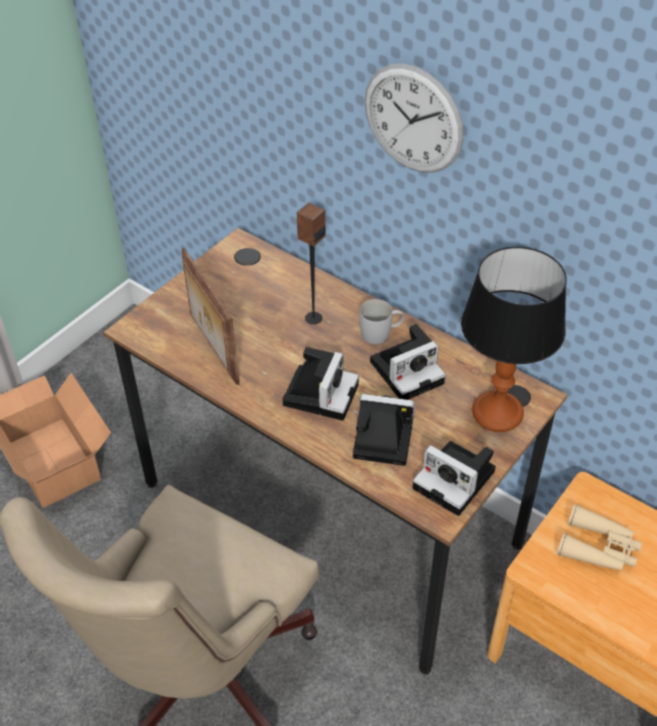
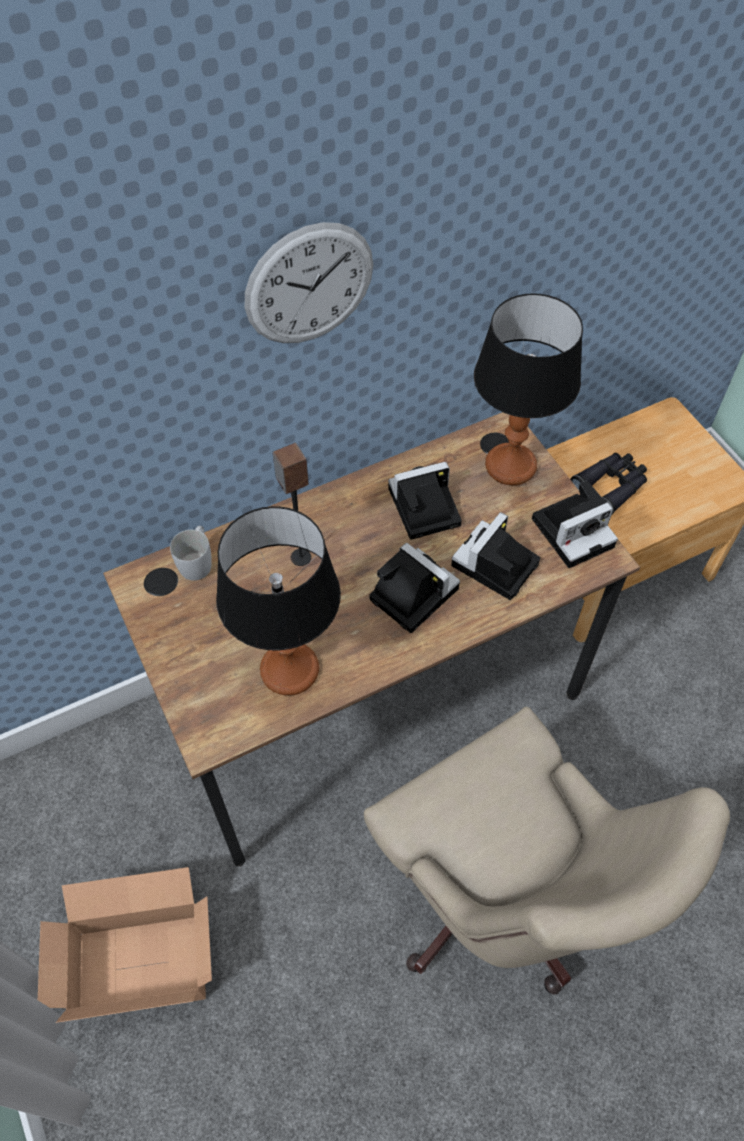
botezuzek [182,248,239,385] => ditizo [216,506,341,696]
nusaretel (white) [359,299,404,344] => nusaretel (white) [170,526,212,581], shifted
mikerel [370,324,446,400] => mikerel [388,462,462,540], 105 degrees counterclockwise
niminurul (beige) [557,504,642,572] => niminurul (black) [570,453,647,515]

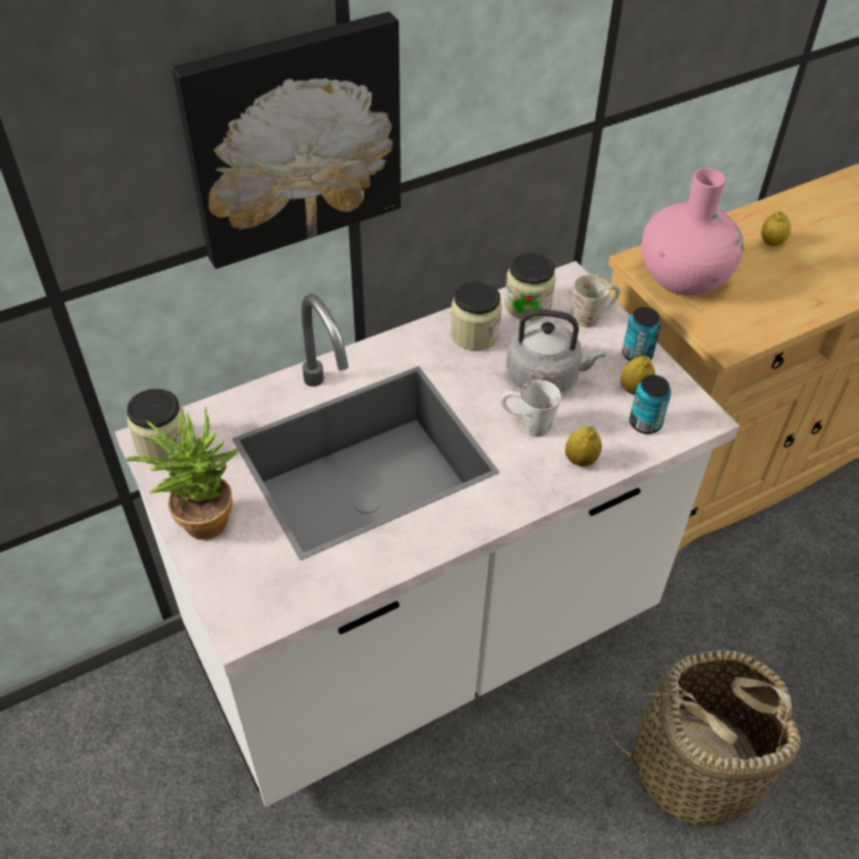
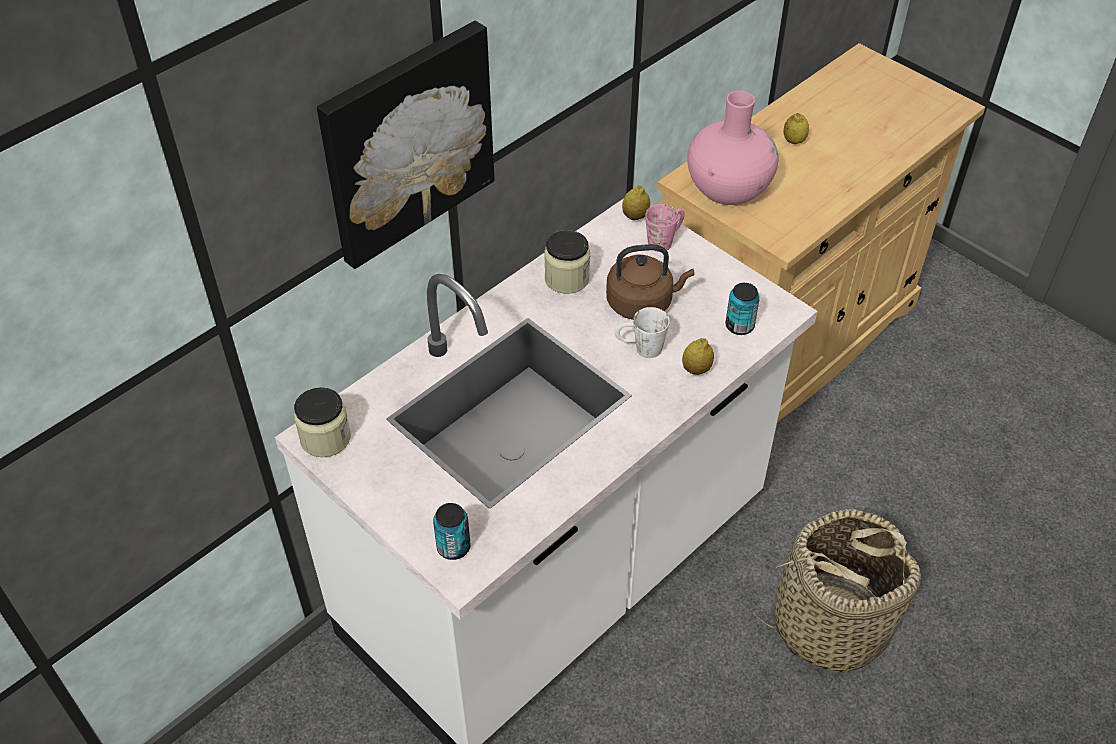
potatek [504,253,556,321] => nothing
nusaretel (white) [573,275,621,328] => nusaretel (pink) [645,204,685,252]
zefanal [622,307,661,361] => zefanal [433,503,471,560], shifted
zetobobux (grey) [507,309,606,392] => zetobobux (brown) [606,244,695,320]
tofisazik [620,355,655,394] => tofisazik [622,186,650,220], shifted
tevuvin [125,407,238,540] => nothing

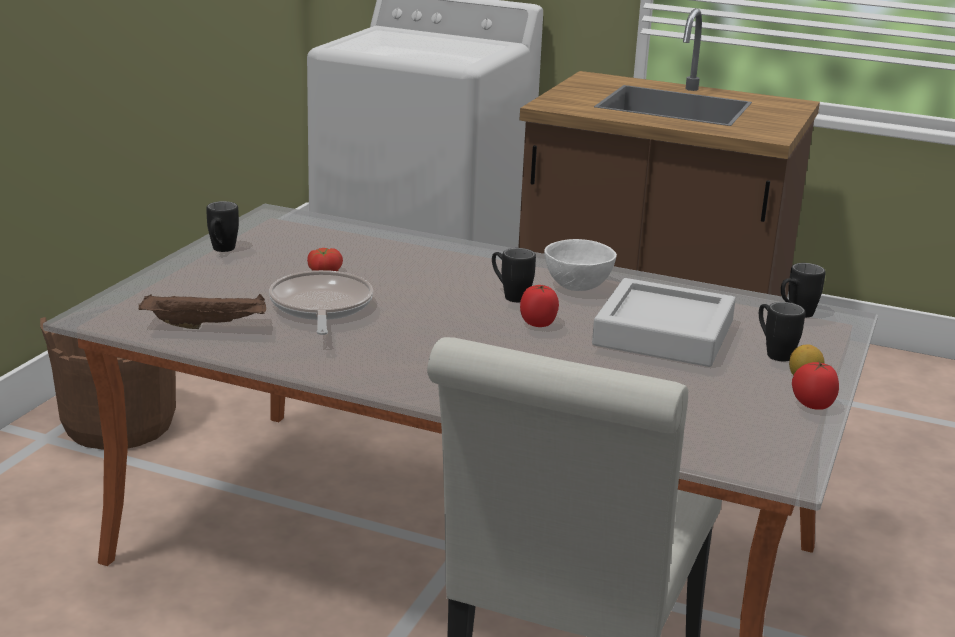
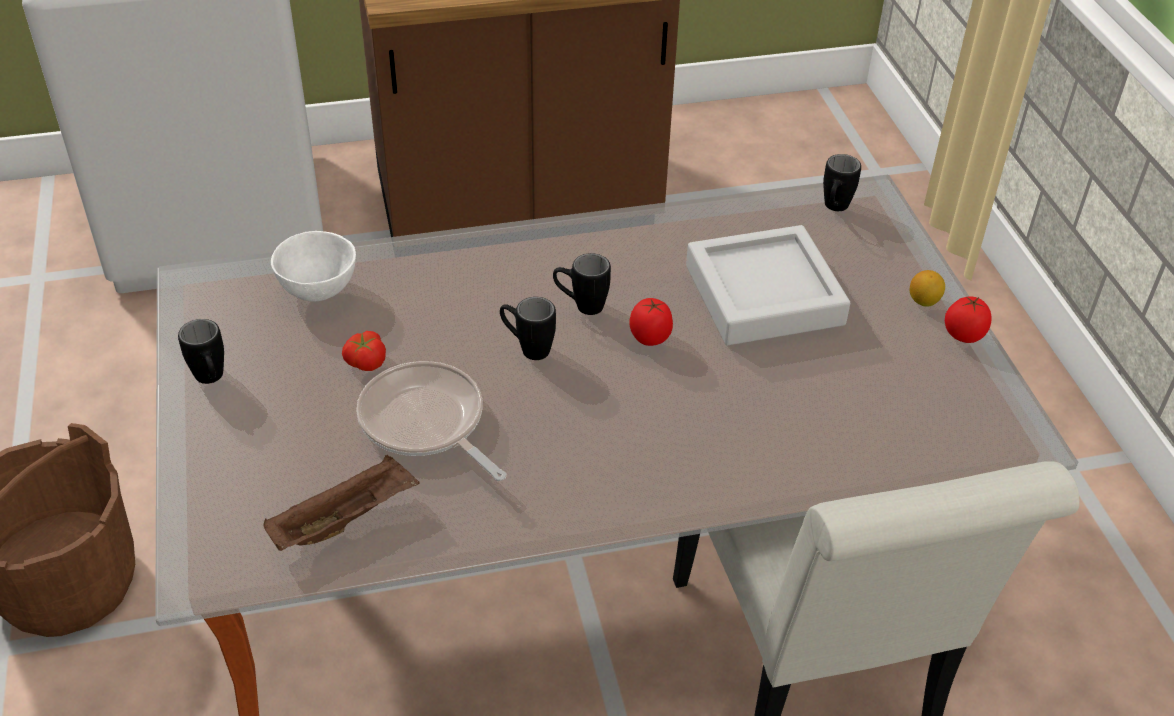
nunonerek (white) [544,239,617,291] => nunonerek (white) [271,231,356,302], shifted
nusaretel (black) [759,302,805,361] => nusaretel (black) [500,297,556,360], shifted

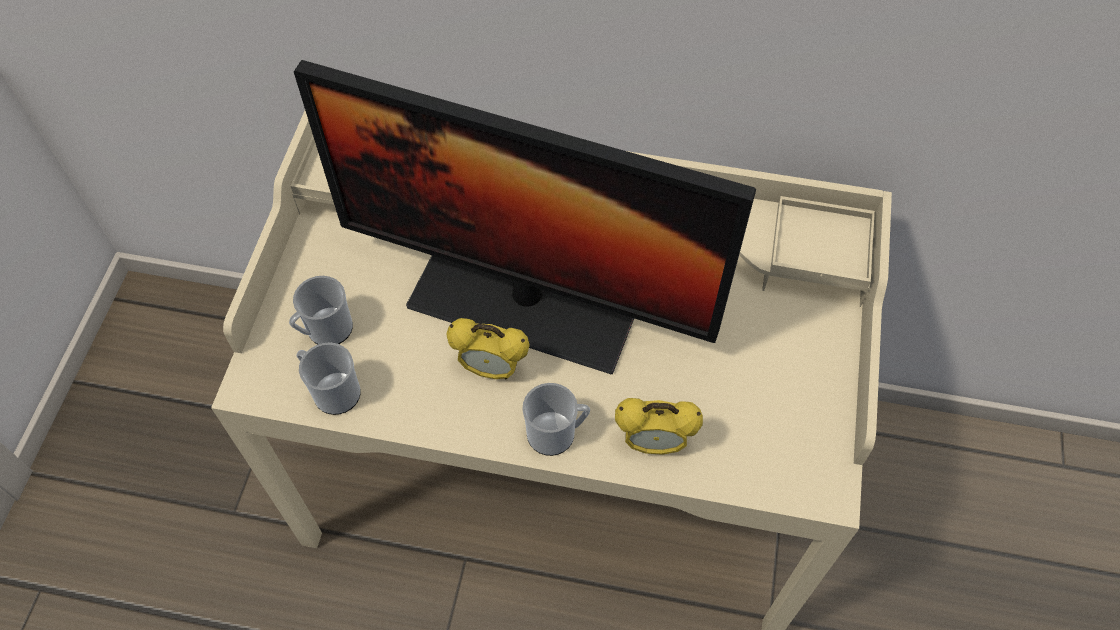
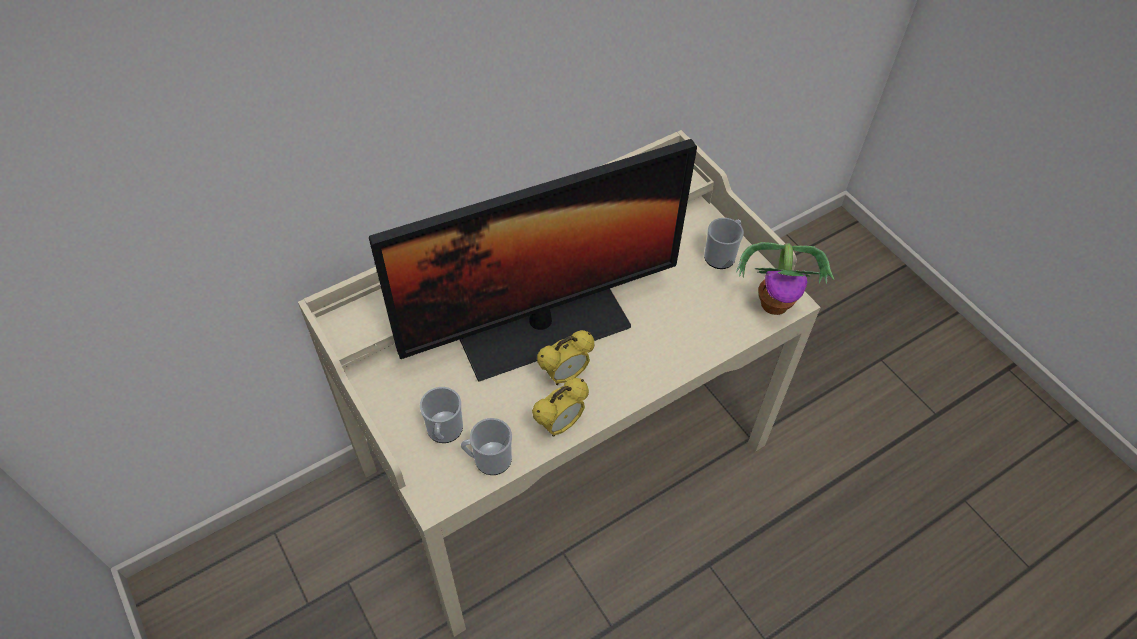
nusaretel [522,383,590,456] => nusaretel [704,218,744,269], shifted
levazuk [615,398,703,455] => levazuk [532,378,589,437], shifted
nothing => tevuvin [736,242,834,315]

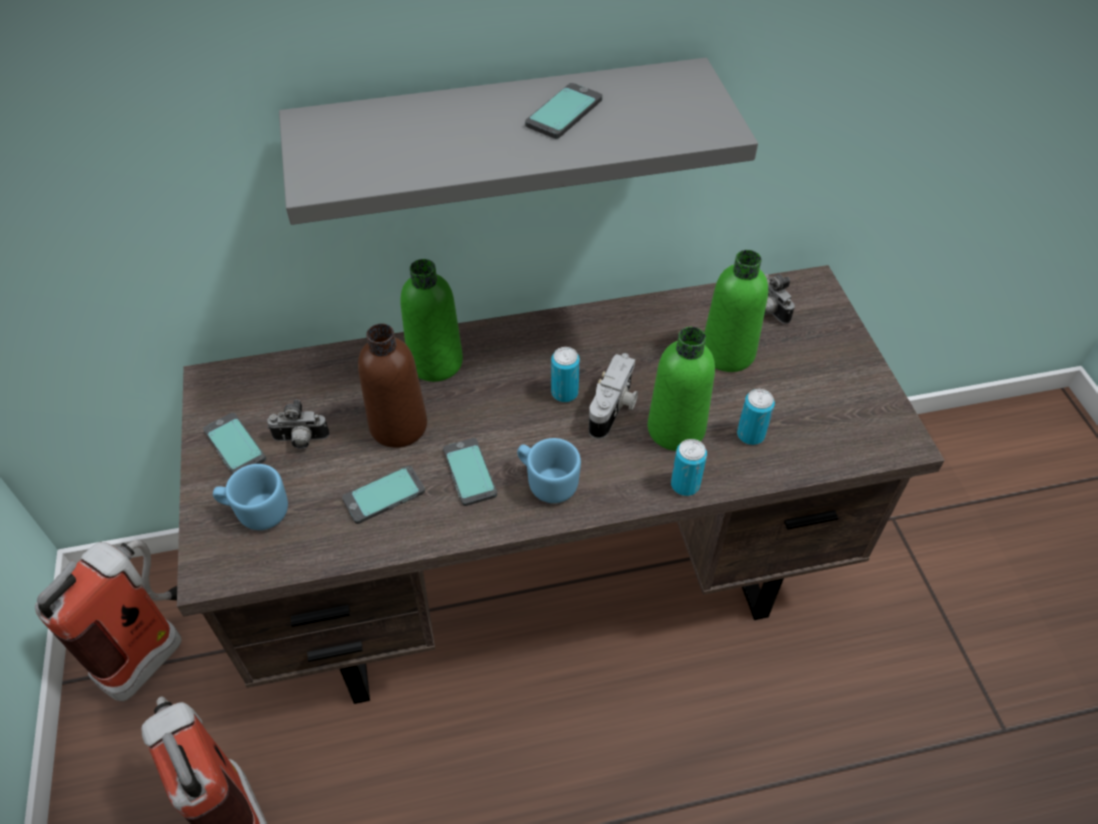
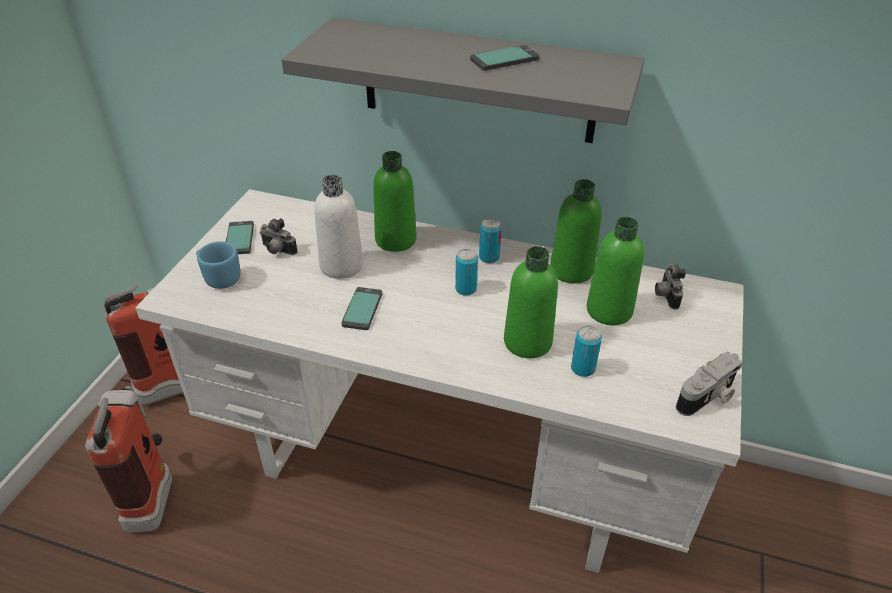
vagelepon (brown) [177,265,945,704] => vagelepon (white) [135,189,744,573]
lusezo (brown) [358,323,427,448] => lusezo (white) [314,175,363,279]
mikerel [588,353,638,439] => mikerel [676,352,743,416], shifted
nusaretel (blue) [517,438,581,503] => nothing
zefanal [671,439,707,496] => zefanal [479,218,502,263], shifted
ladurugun [342,465,425,524] => nothing
nothing => lusezo (green) [550,179,602,284]

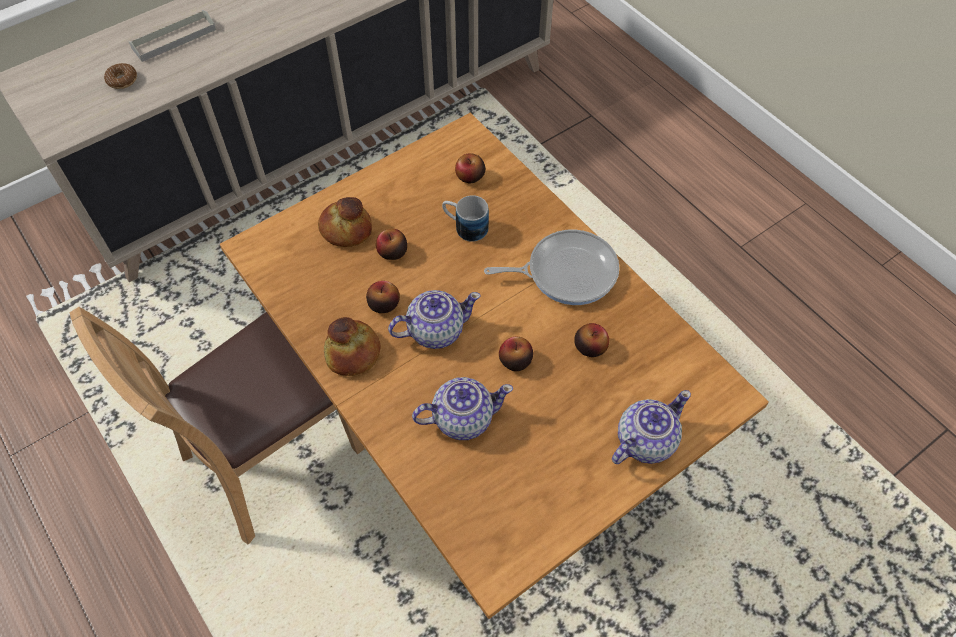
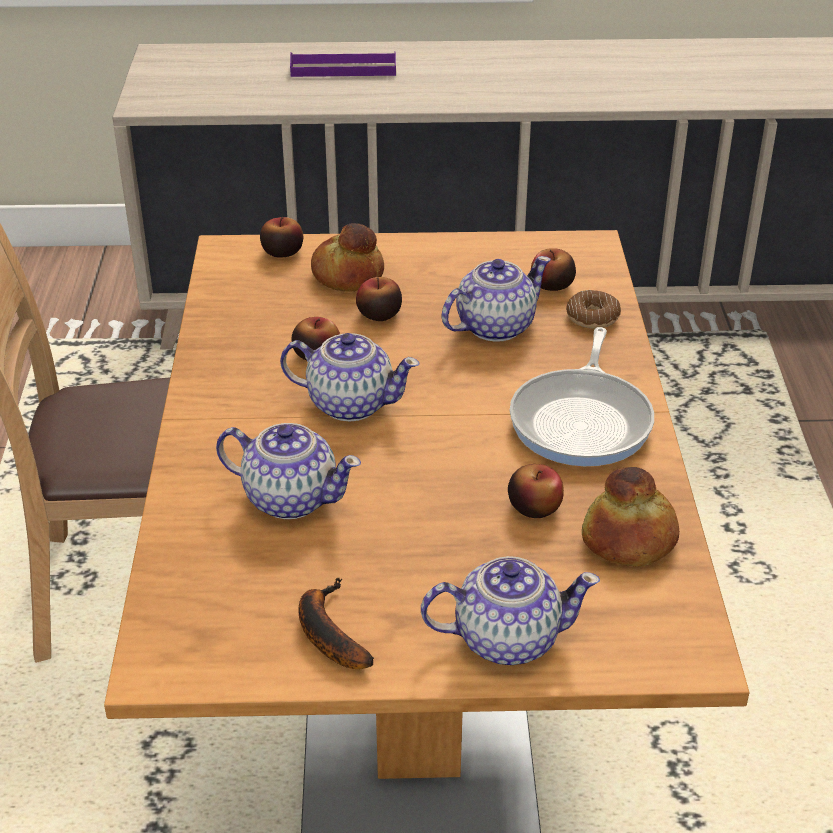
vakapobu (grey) [128,10,216,62] => vakapobu (purple) [290,51,396,77]
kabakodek [104,63,137,89] => kabakodek [566,290,621,329], shifted
nusaretel [442,195,489,242] => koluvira [441,256,551,342]
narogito [484,230,620,305] => narogito [510,327,654,466], 75 degrees clockwise
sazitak [324,317,380,376] => sazitak [582,467,679,567], shifted
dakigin [499,337,533,371] => dakigin [260,217,303,258], shifted
nothing => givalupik [298,577,374,669]

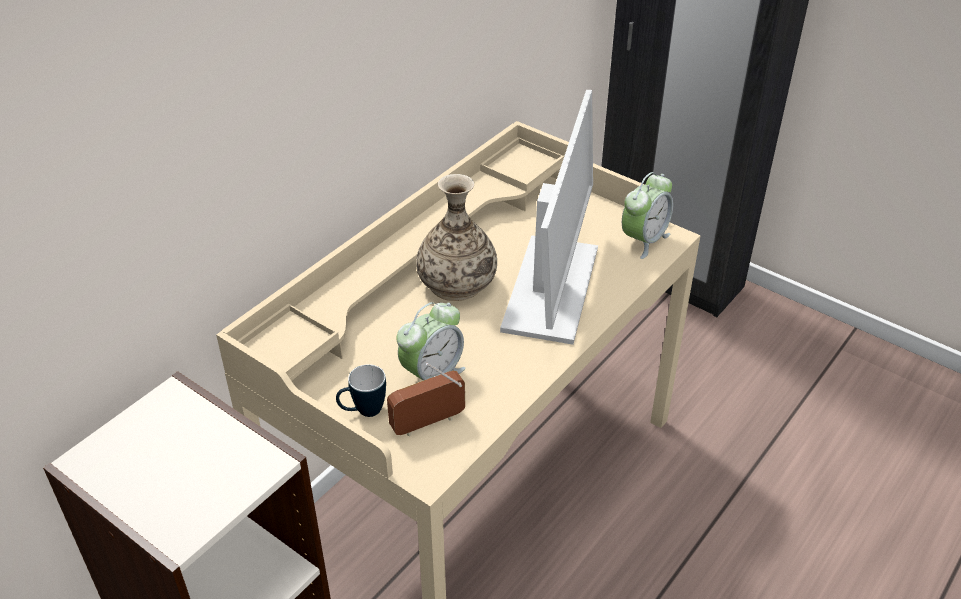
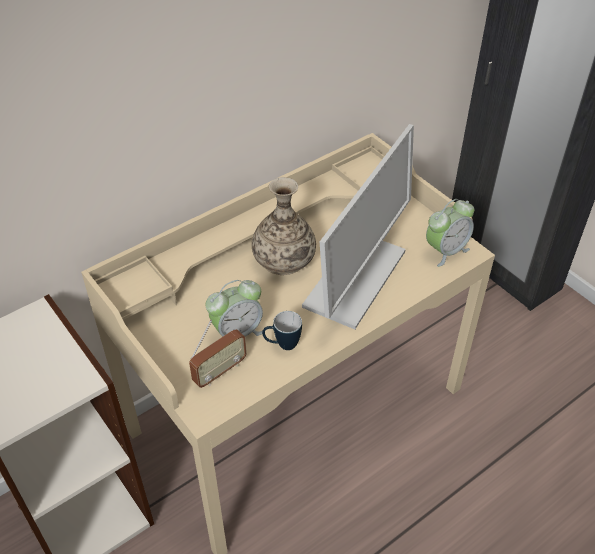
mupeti [387,363,465,437] => mupeti [189,320,247,388], 150 degrees clockwise
nusaretel [336,364,386,417] => nusaretel [262,311,302,350], shifted

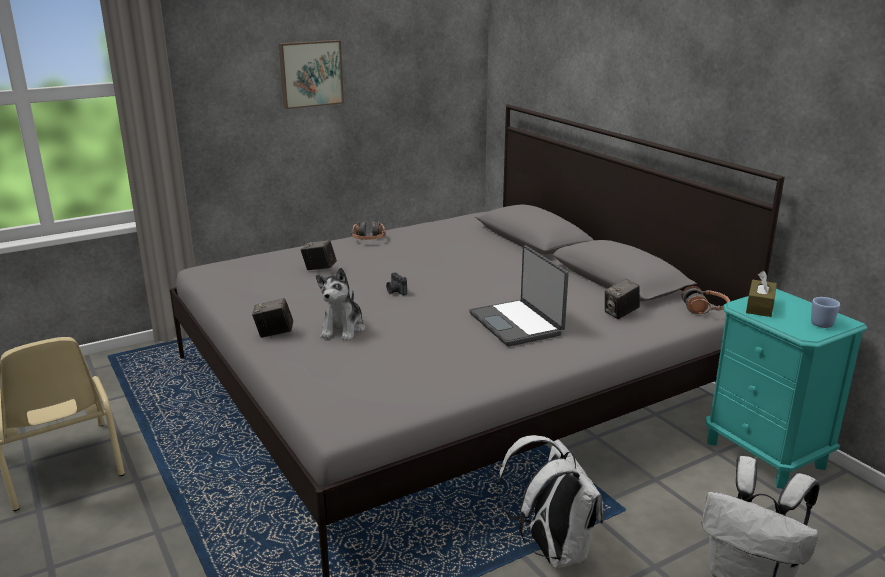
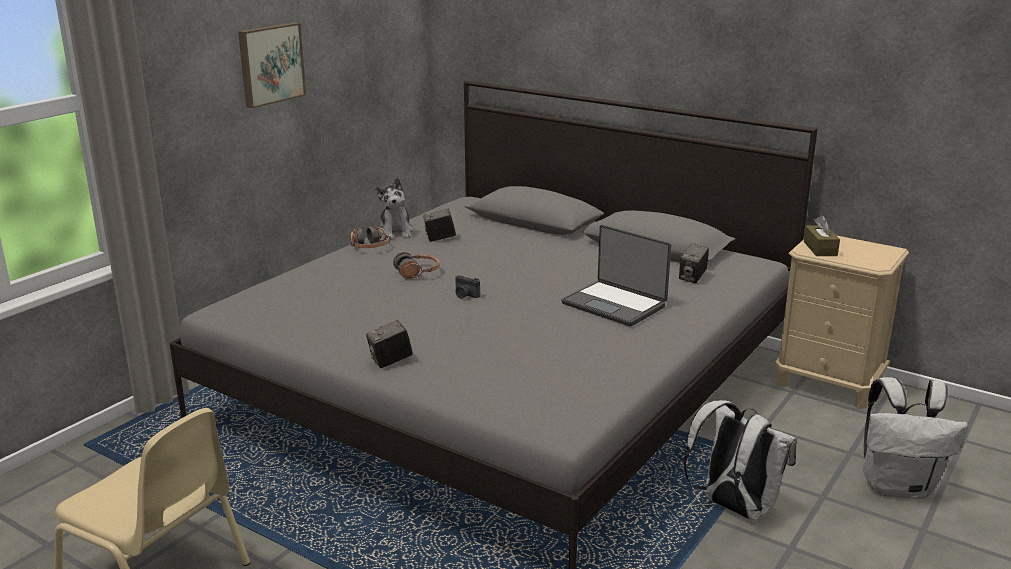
mikerel [301,240,337,270] => mikerel [423,208,456,242], shifted
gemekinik [316,268,365,341] => gemekinik [375,178,414,240], shifted
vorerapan [681,286,730,314] => vorerapan [393,252,439,279], shifted
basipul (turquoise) [705,289,868,489] => basipul (beige) [775,236,909,409]
nusaretel (blue) [811,297,840,328] => nothing

